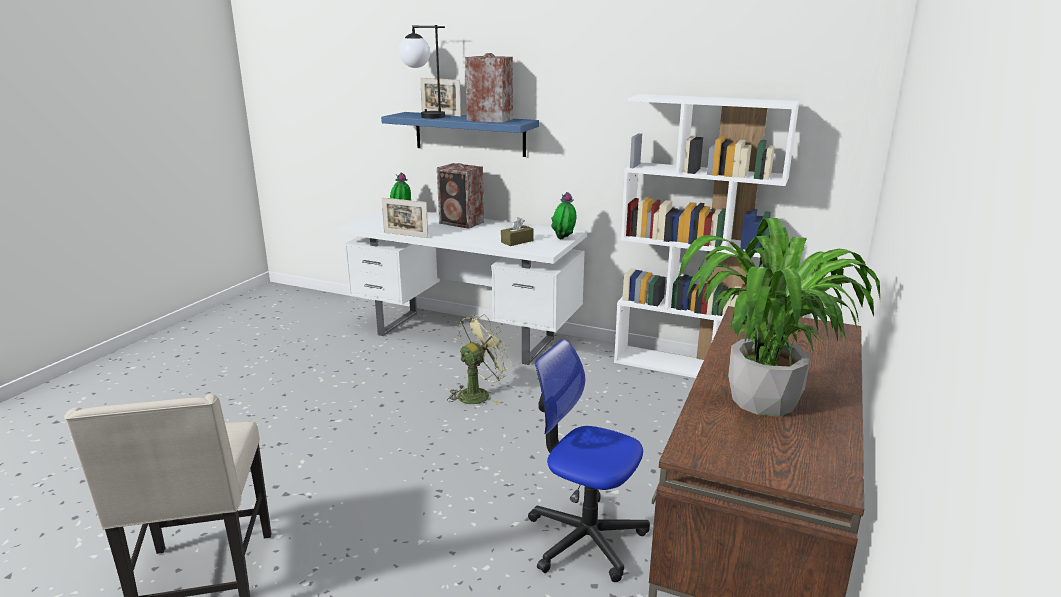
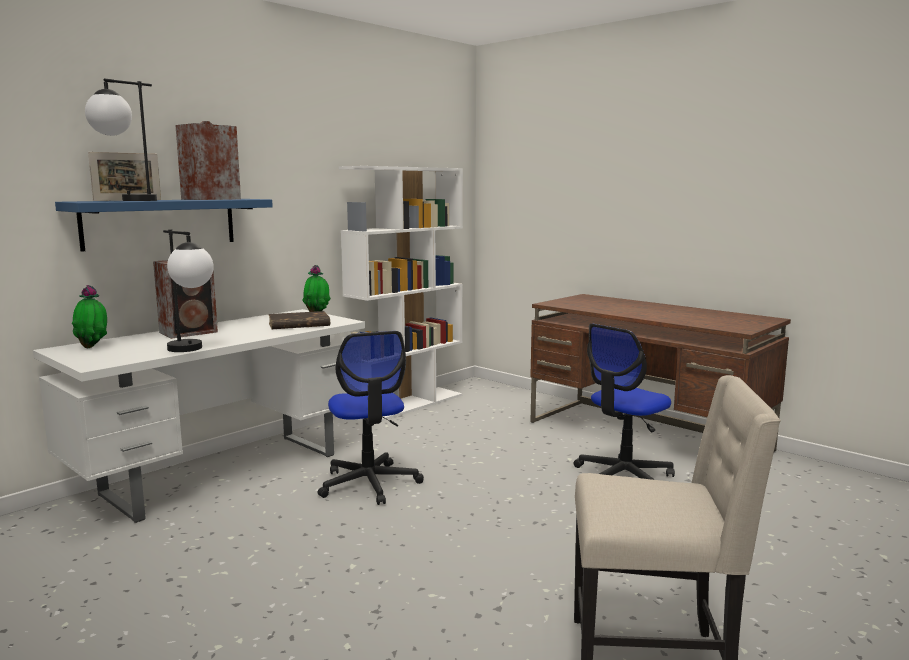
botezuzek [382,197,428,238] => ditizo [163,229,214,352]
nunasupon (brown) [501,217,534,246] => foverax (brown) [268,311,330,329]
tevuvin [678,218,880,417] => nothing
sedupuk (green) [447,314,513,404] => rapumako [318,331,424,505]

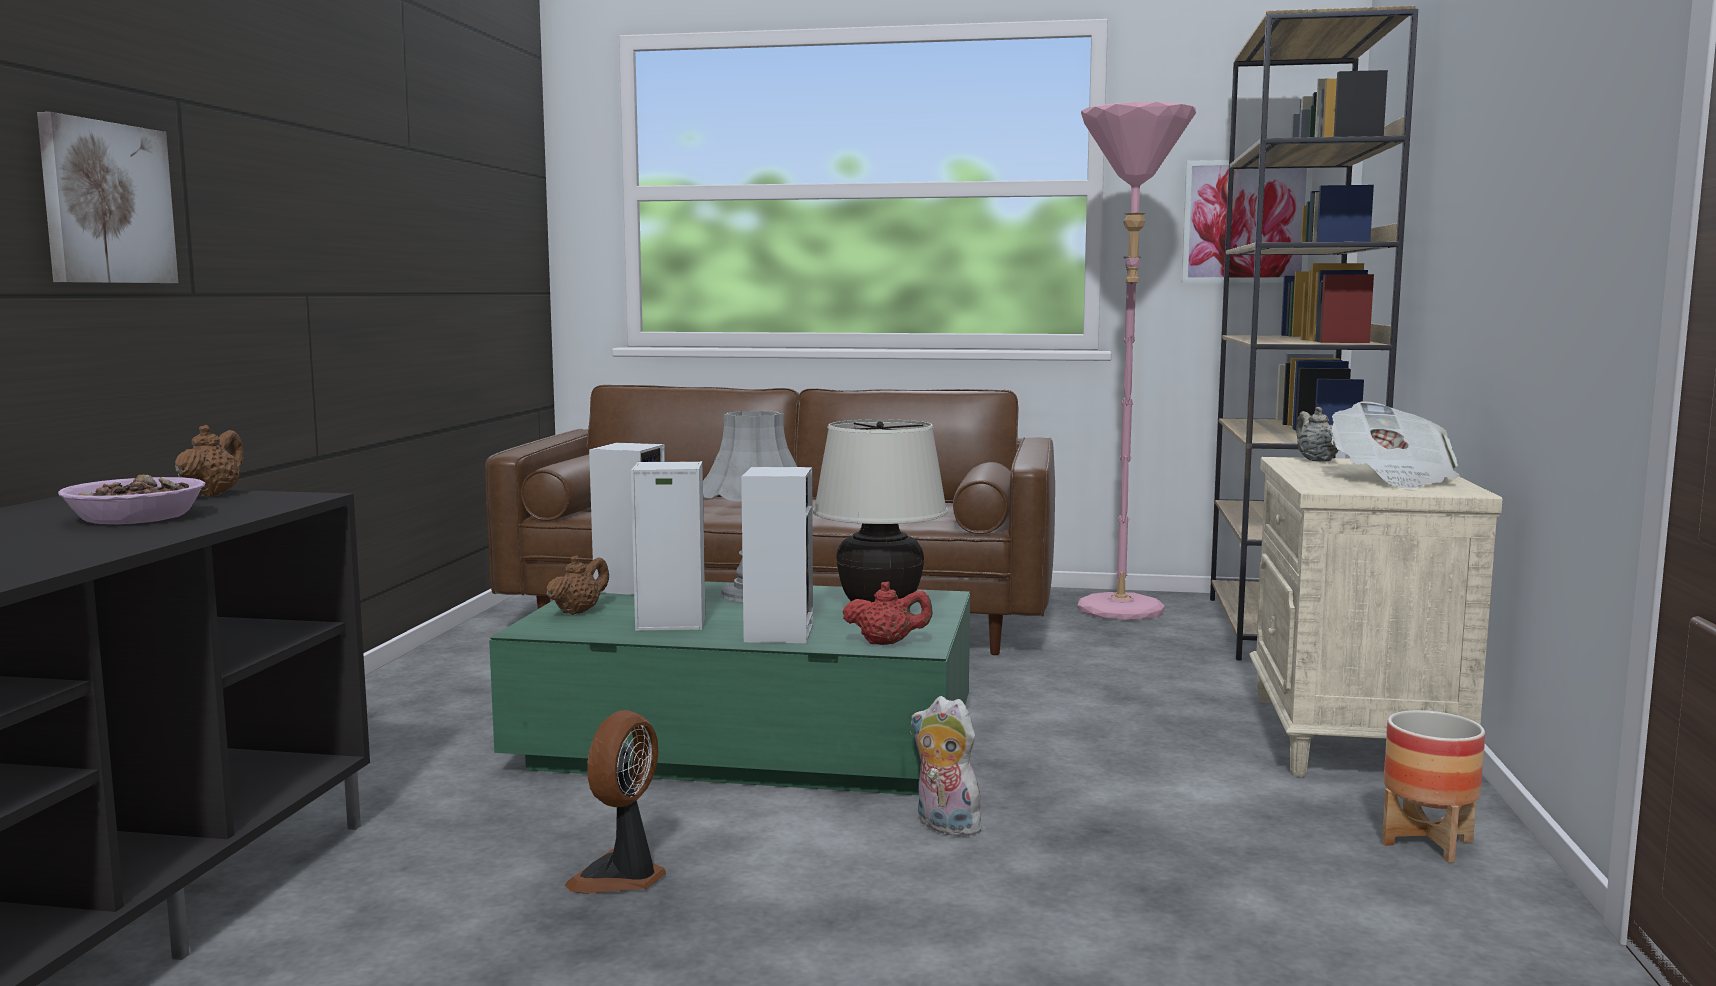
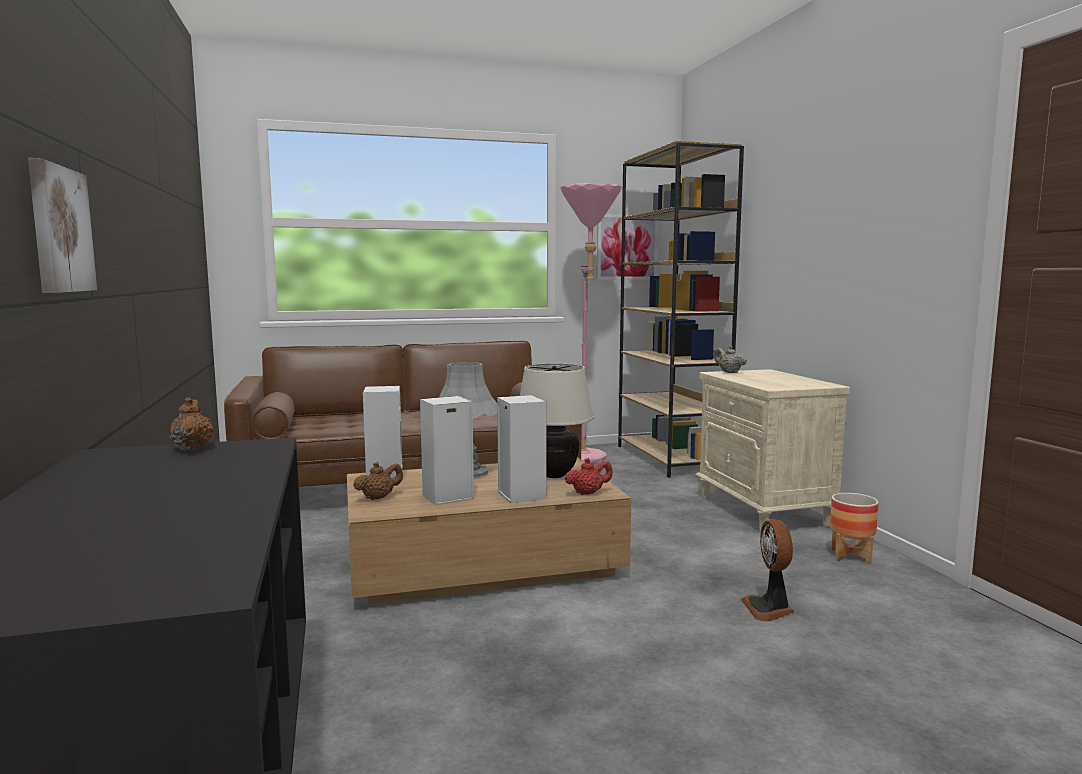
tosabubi [1331,401,1460,488] => nothing
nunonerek [58,475,205,524] => nothing
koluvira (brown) [546,555,609,615] => koluvira (brown) [353,462,403,500], 45 degrees clockwise
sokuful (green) [489,581,970,795] => sokuful (brown) [347,458,631,606]
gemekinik [910,696,982,837] => nothing
sedupuk [565,710,666,893] => sedupuk [741,519,794,621], shifted

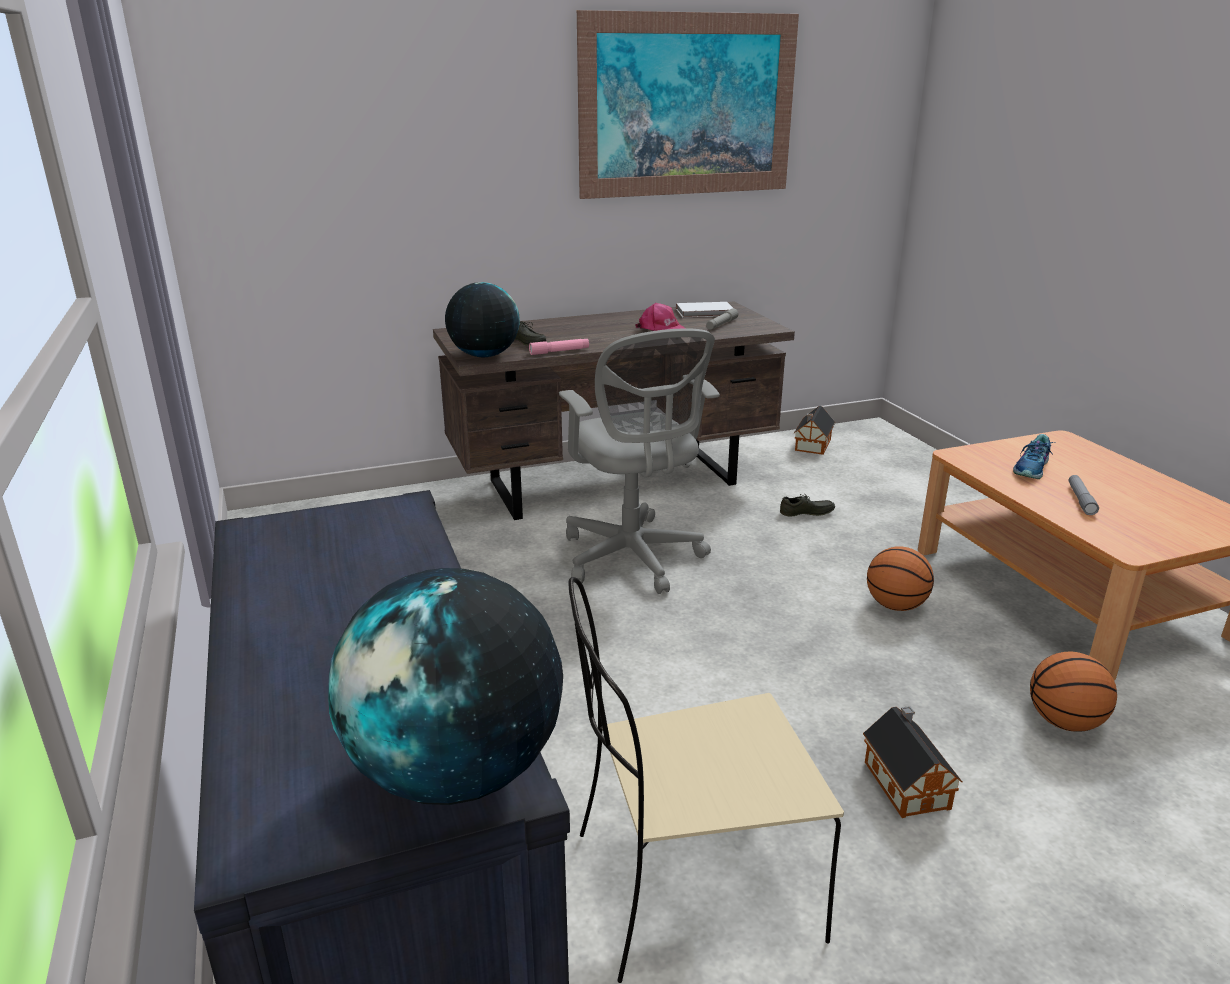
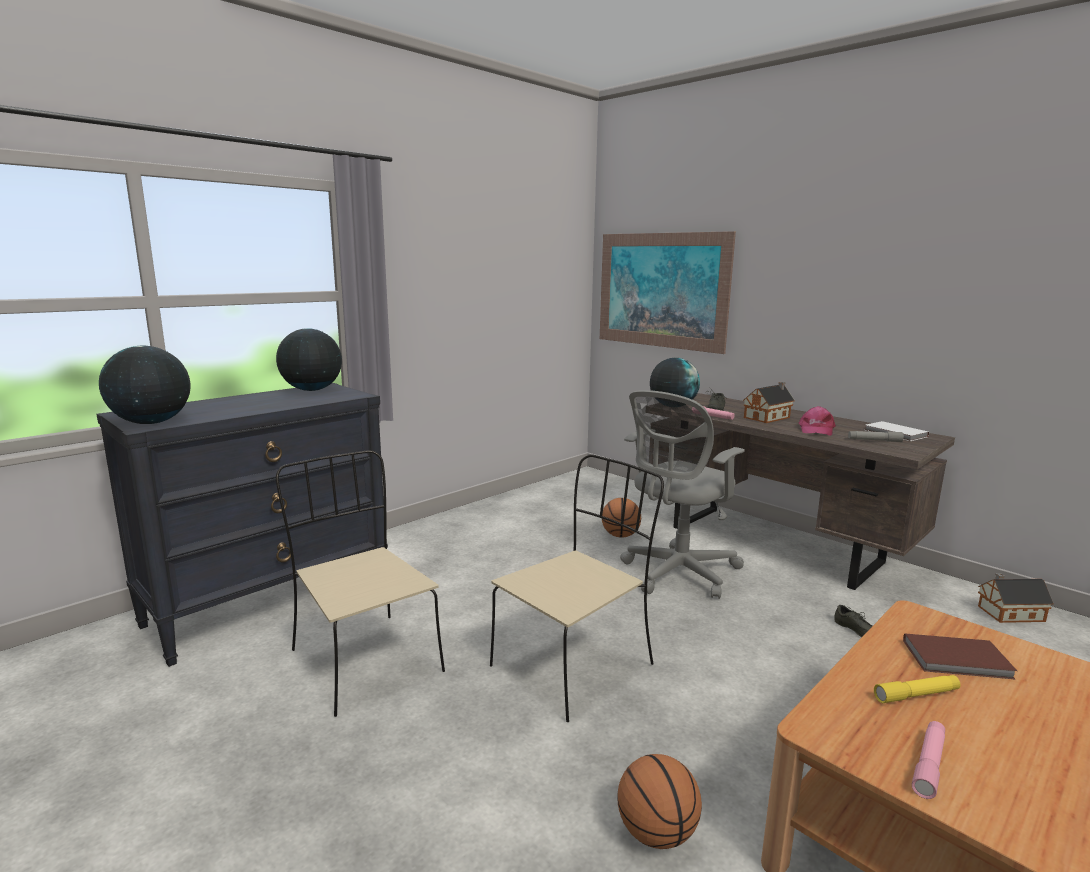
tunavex [577,10,799,199] => tunavex [600,231,736,354], shifted
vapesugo [1013,434,1057,479] => foverax (brown) [903,634,1017,680]
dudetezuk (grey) [1069,475,1099,515] => dudetezuk (yellow) [874,675,961,703]
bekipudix [867,546,934,611] => bekipudix [602,498,641,538], shifted
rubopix [863,706,963,818] => rubopix [743,382,795,423], shifted
nothing => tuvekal [276,328,342,391]
nothing => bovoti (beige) [490,454,664,722]
nothing => dudetezuk (pink) [912,721,945,799]

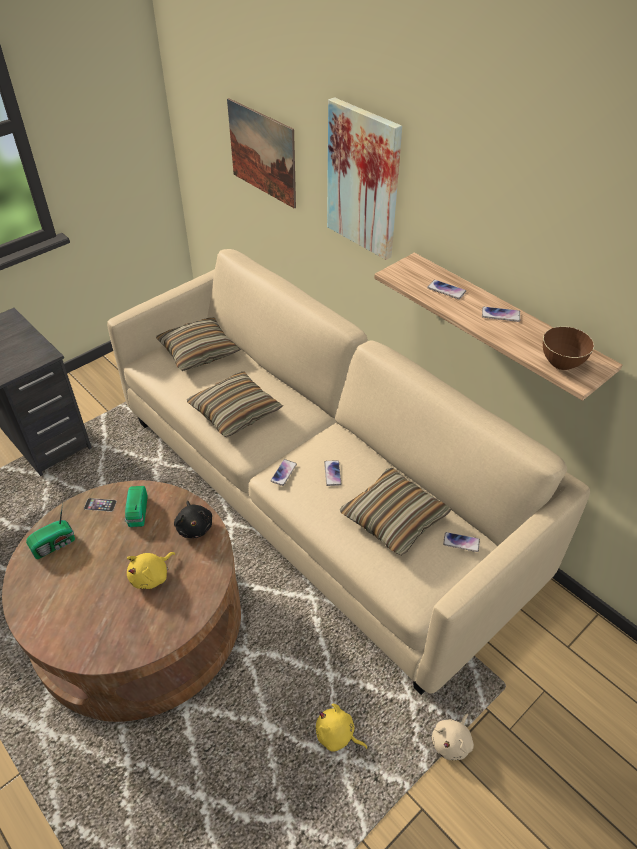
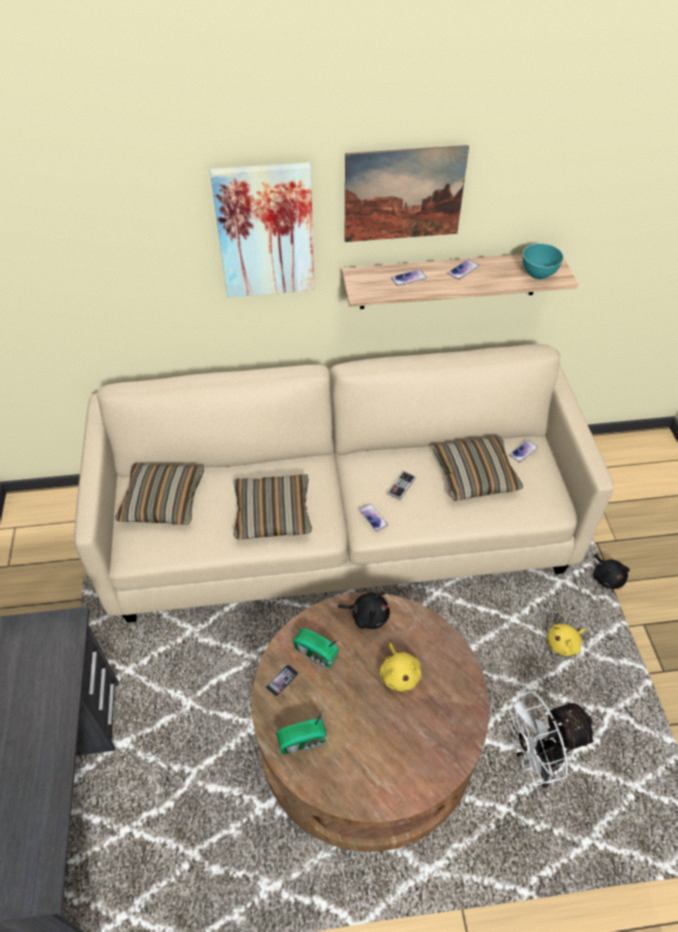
tunavex [227,98,296,209] => tunavex [345,145,469,242], shifted
nunonerek (brown) [543,326,594,370] => nunonerek (turquoise) [523,243,564,279]
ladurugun [324,460,341,486] => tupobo [388,471,416,500]
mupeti [26,503,75,559] => mupeti [277,706,327,754], 75 degrees clockwise
gemekinik (beige) [432,714,474,760] => gemekinik (black) [593,555,630,589]
nothing => sedupuk (white) [505,691,596,788]

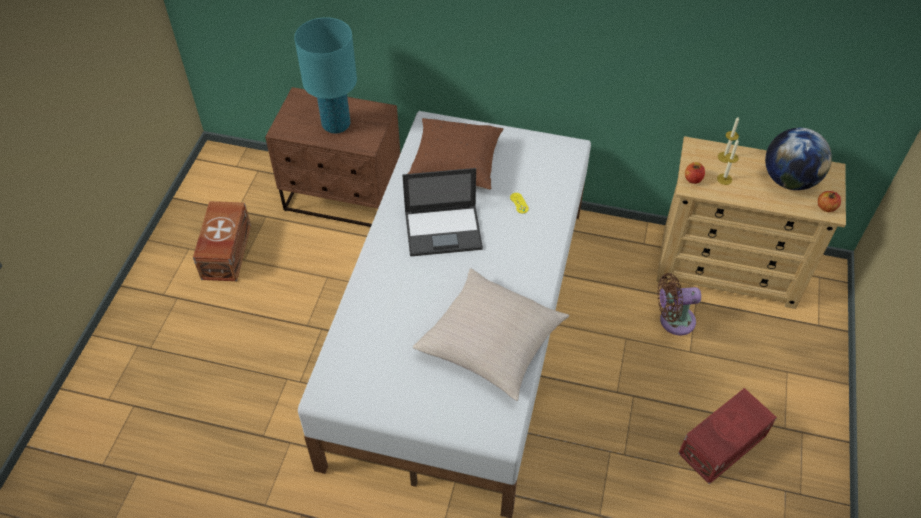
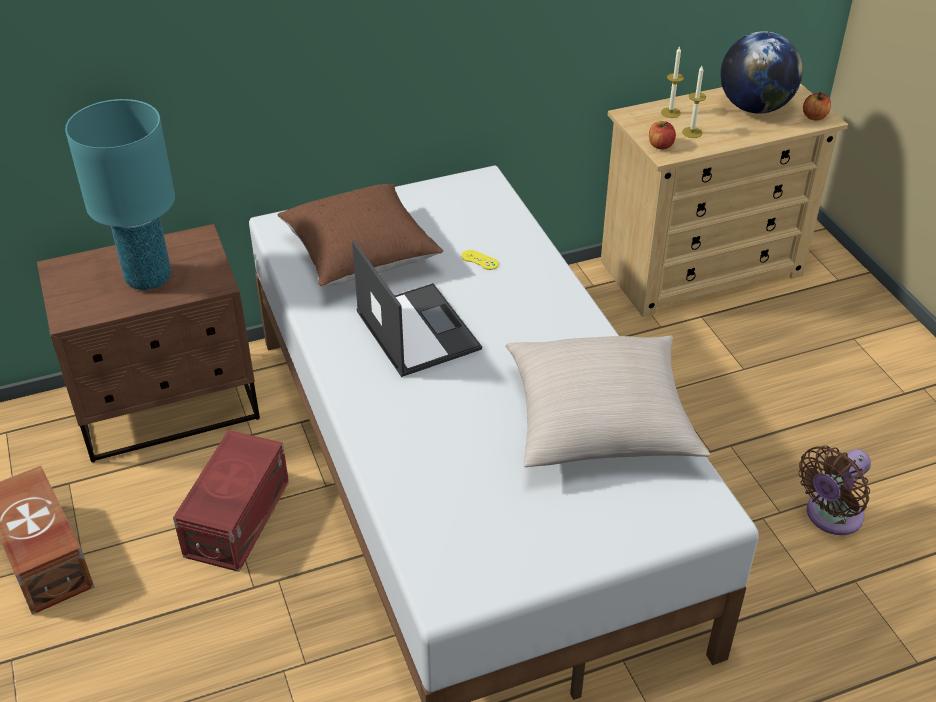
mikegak [402,168,483,256] => mikegak [352,240,482,377], 75 degrees counterclockwise
sedupuk (brown) [658,273,701,335] => sedupuk (brown) [798,445,871,535], shifted
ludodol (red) [678,388,777,484] => ludodol (red) [173,430,289,572], shifted

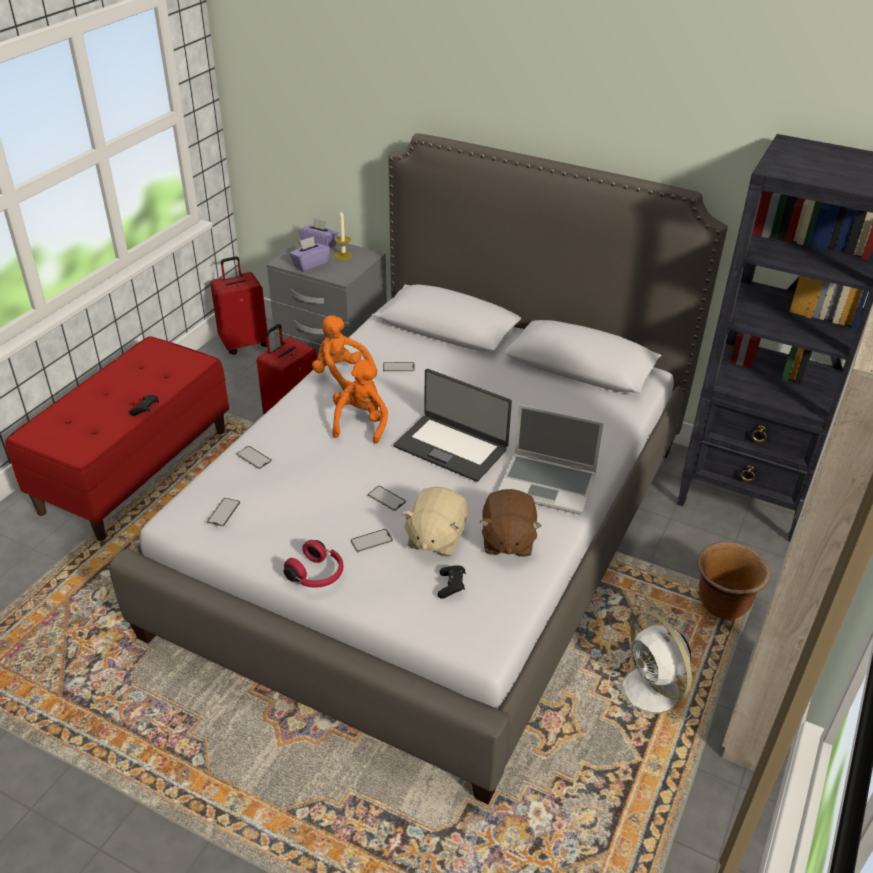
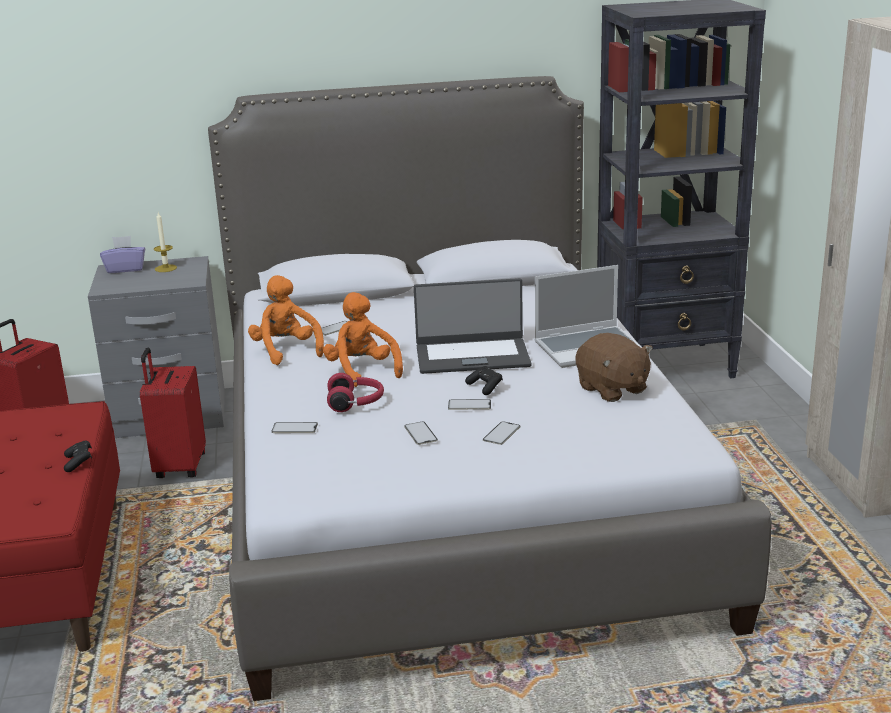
nunasupon (purple) [289,236,330,272] => nothing
gemekinik (orange) [312,315,377,390] => gemekinik (orange) [248,275,324,365], 60 degrees clockwise
gemekinik (beige) [402,487,468,557] => nothing
ladurugun [207,498,240,527] => ladurugun [404,421,438,445], shifted
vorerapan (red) [284,540,344,587] => vorerapan (red) [327,373,384,412], shifted
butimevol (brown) [697,542,770,620] => nothing
tupobo (black) [437,566,466,599] => tupobo (black) [465,366,503,395], shifted
sedupuk (white) [608,611,693,726] => nothing

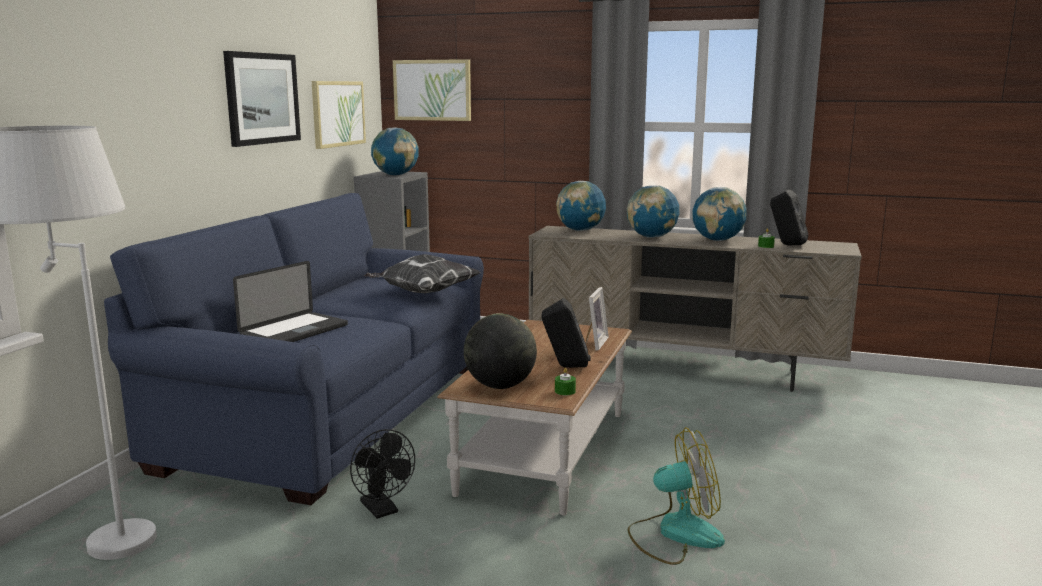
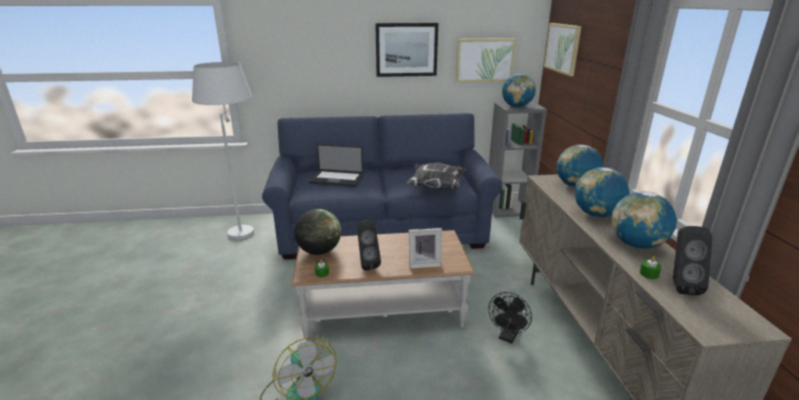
sedupuk (black) [350,429,415,519] => sedupuk (black) [489,292,532,344], shifted

